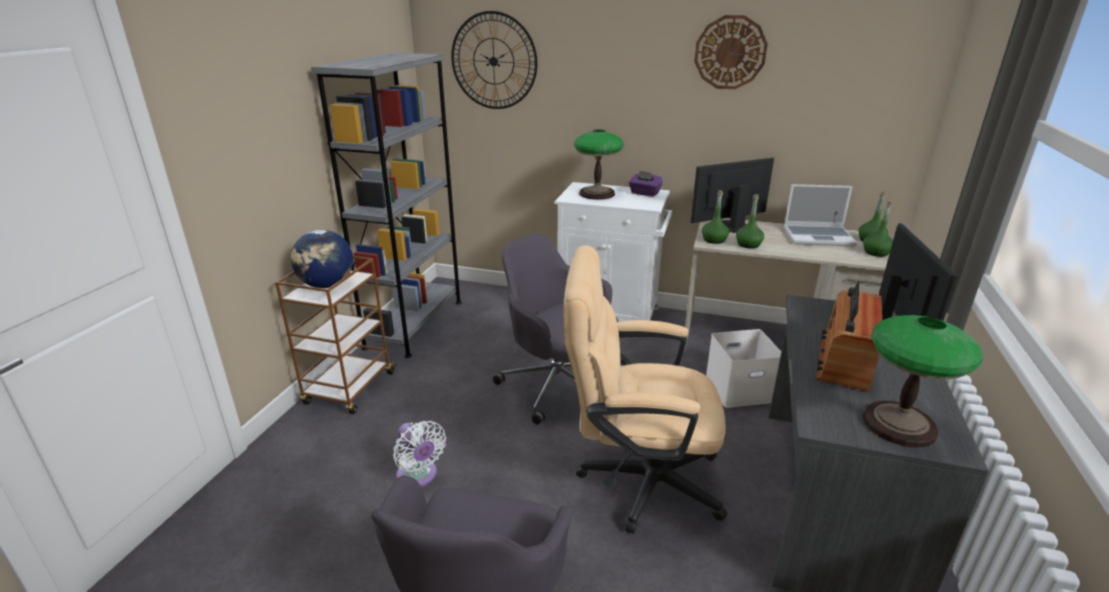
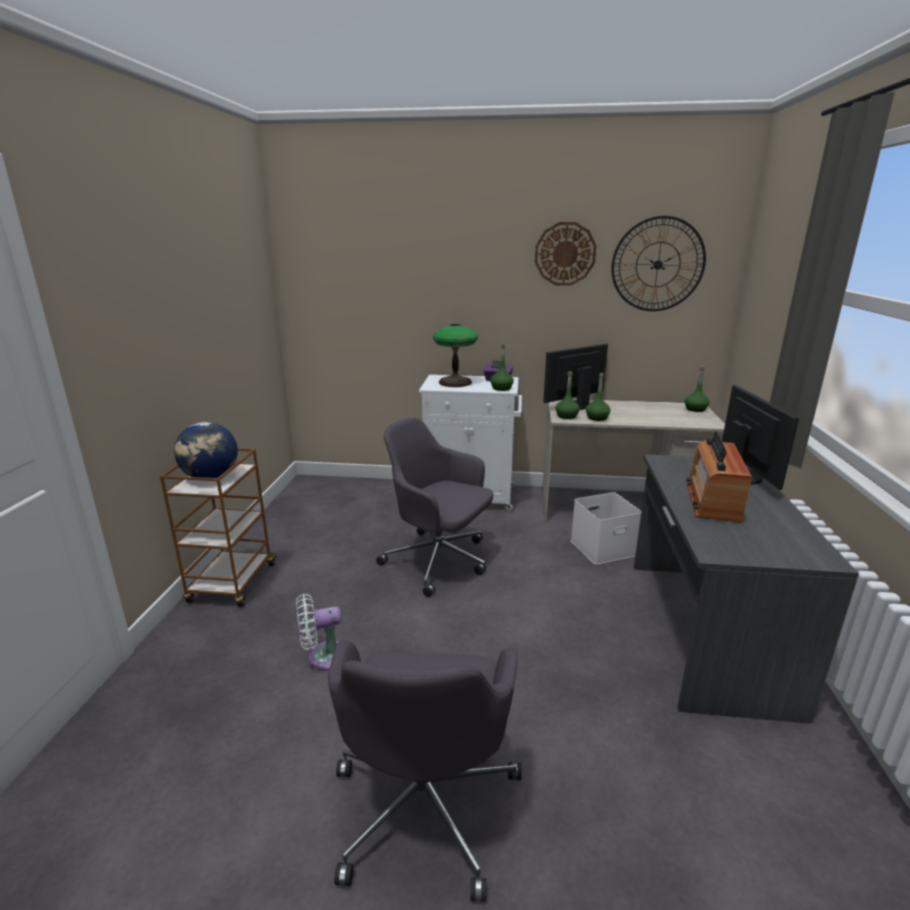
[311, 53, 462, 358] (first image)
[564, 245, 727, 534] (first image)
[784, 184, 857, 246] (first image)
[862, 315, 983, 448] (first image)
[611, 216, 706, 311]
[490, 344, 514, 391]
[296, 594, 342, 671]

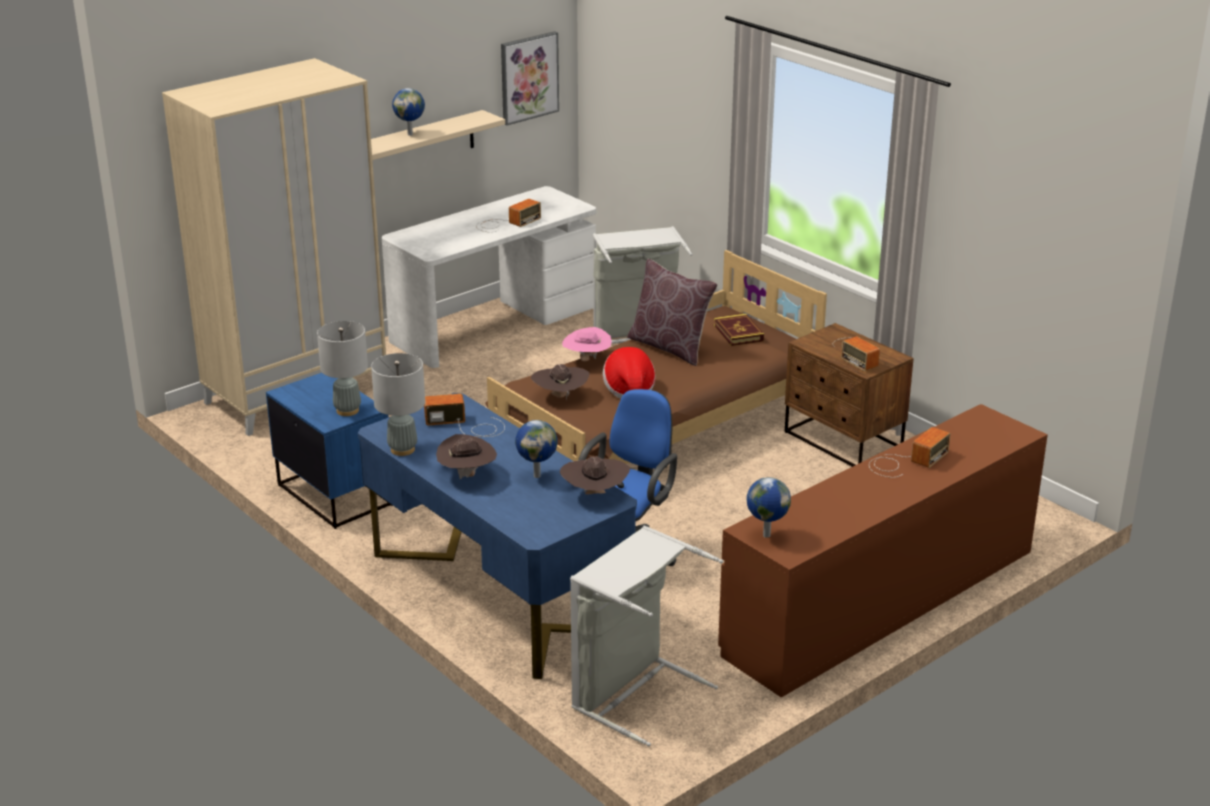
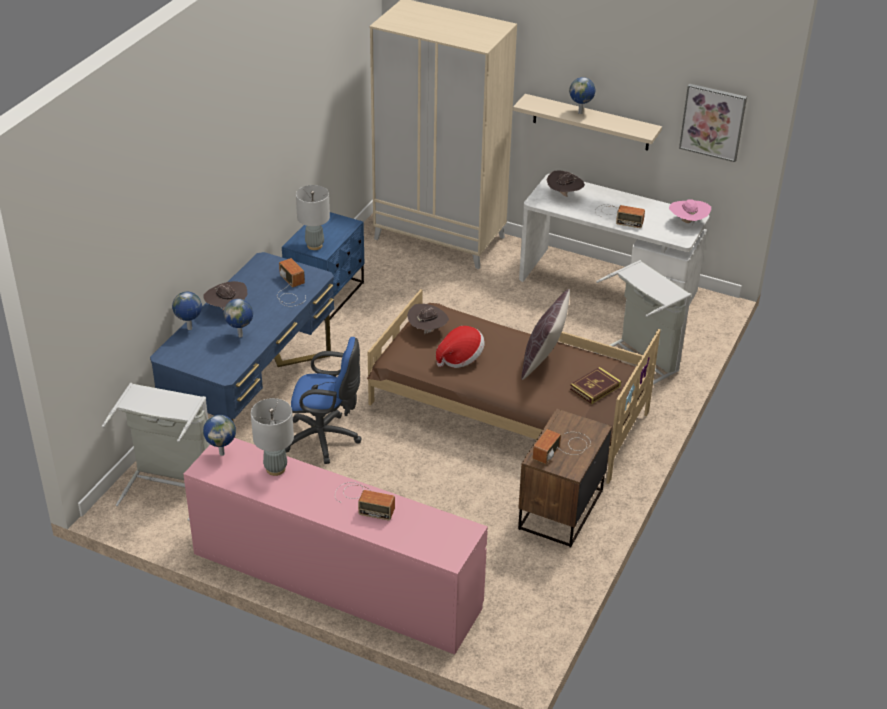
[172, 292, 202, 330]
[251, 398, 294, 476]
[547, 170, 585, 197]
[669, 199, 711, 226]
[183, 438, 488, 655]

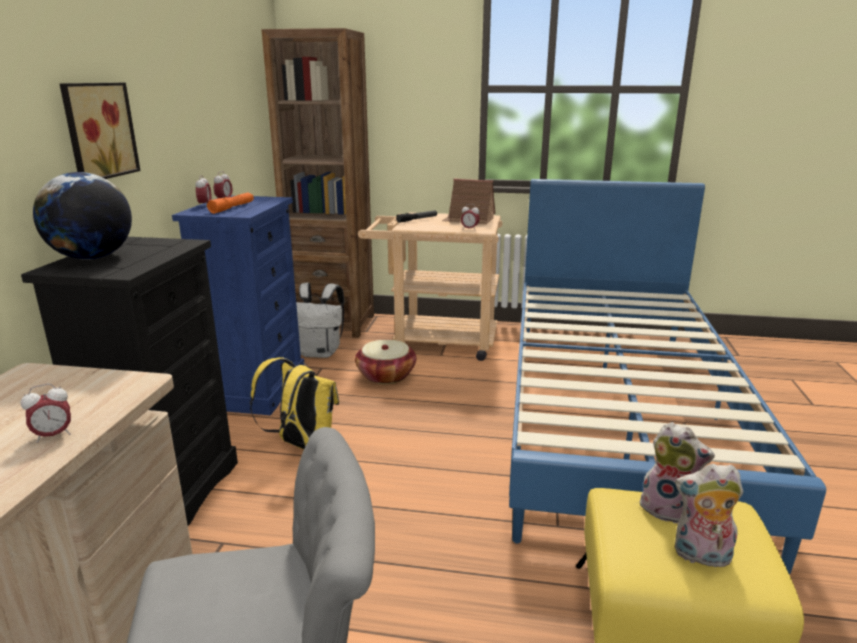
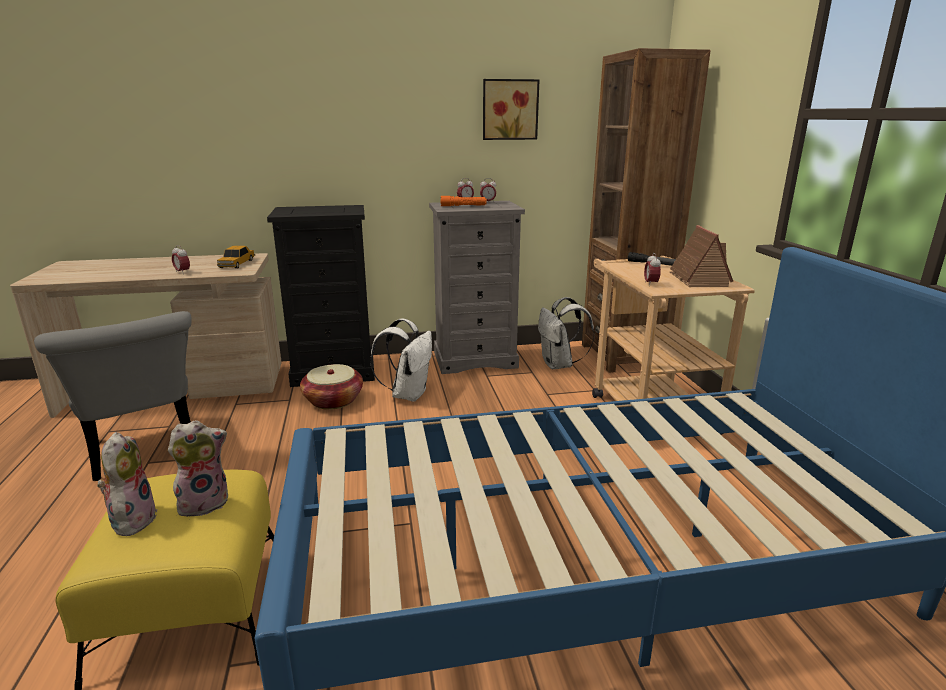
[33, 172, 132, 260] (first image)
[217, 246, 255, 268]
[483, 79, 539, 140]
[300, 364, 363, 409]
[429, 201, 525, 374]
[370, 319, 432, 402]
[168, 420, 228, 517]

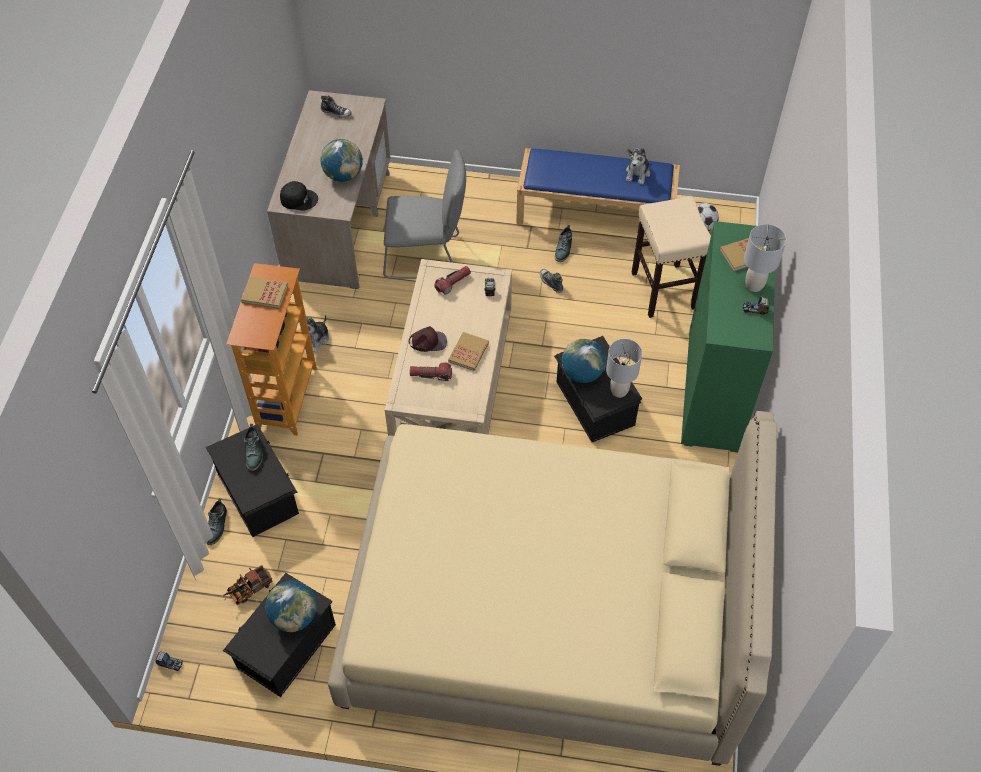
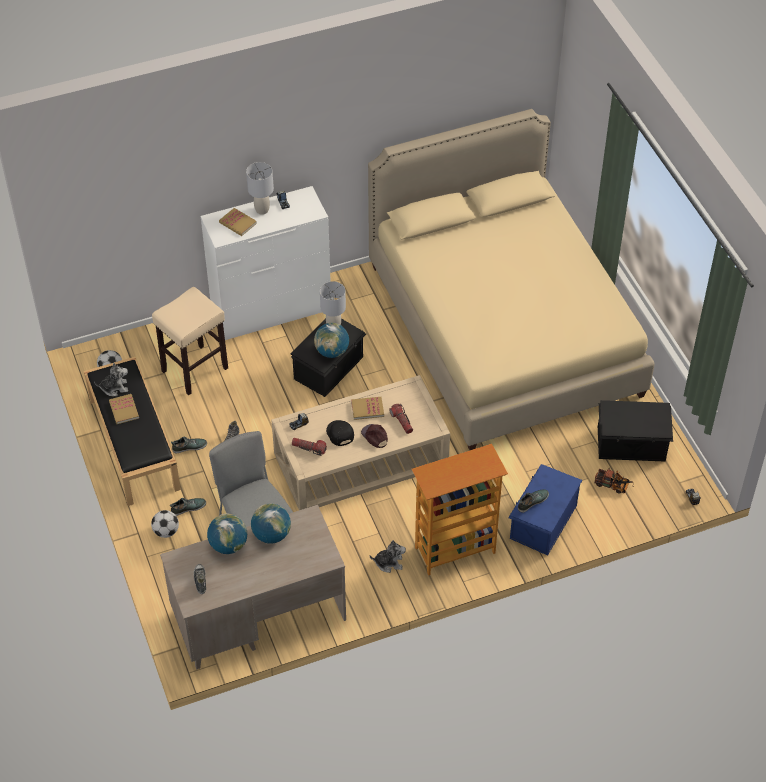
[151, 510, 179, 538]
[170, 498, 206, 516]
[109, 394, 139, 424]
[207, 513, 247, 554]
[326, 420, 354, 446]
[508, 464, 582, 555]
[84, 357, 181, 506]
[201, 186, 331, 340]

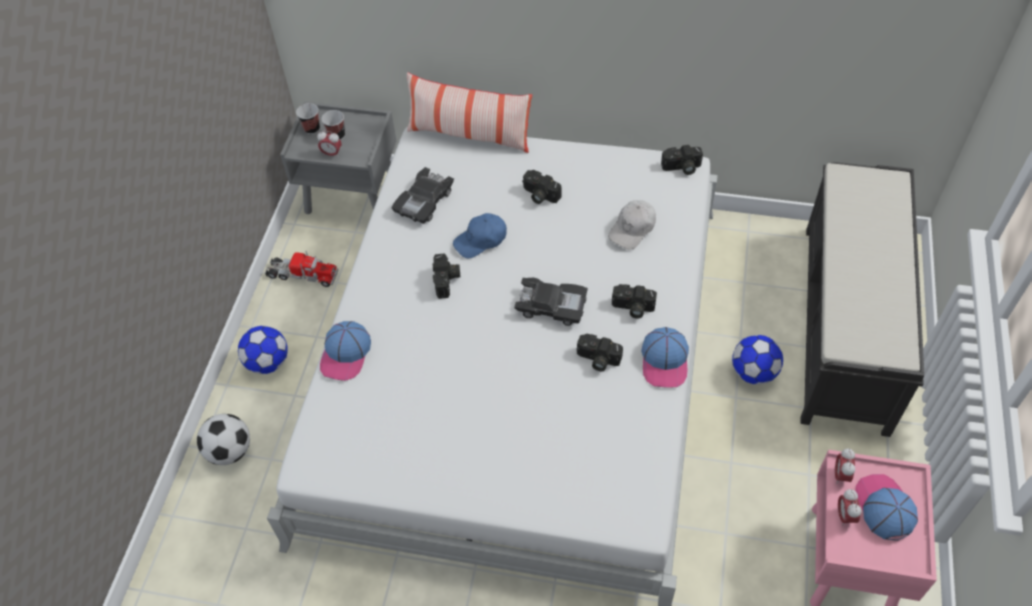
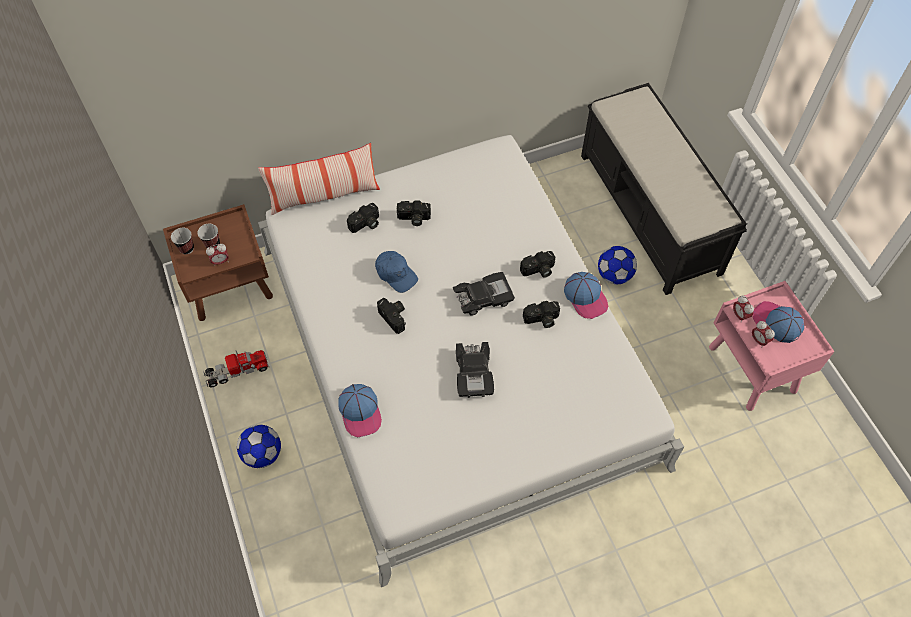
[197, 414, 250, 465] (first image)
[608, 200, 656, 249] (first image)
[456, 342, 494, 398]
[347, 203, 379, 233]
[163, 204, 273, 321]
[375, 251, 418, 293]

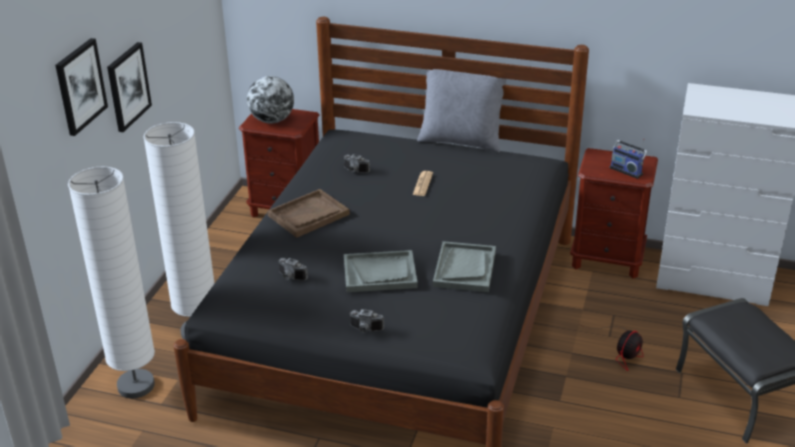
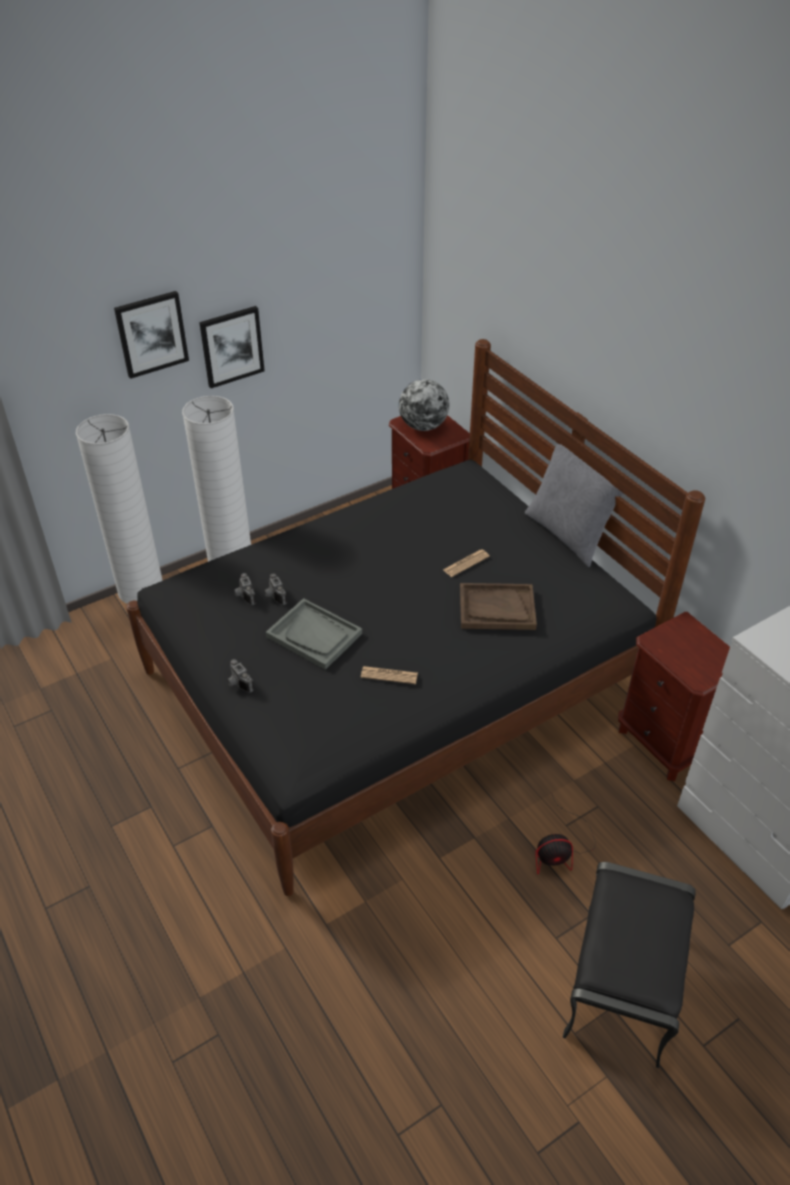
[610, 138, 647, 179] (first image)
[460, 583, 537, 630]
[264, 573, 287, 605]
[361, 666, 418, 684]

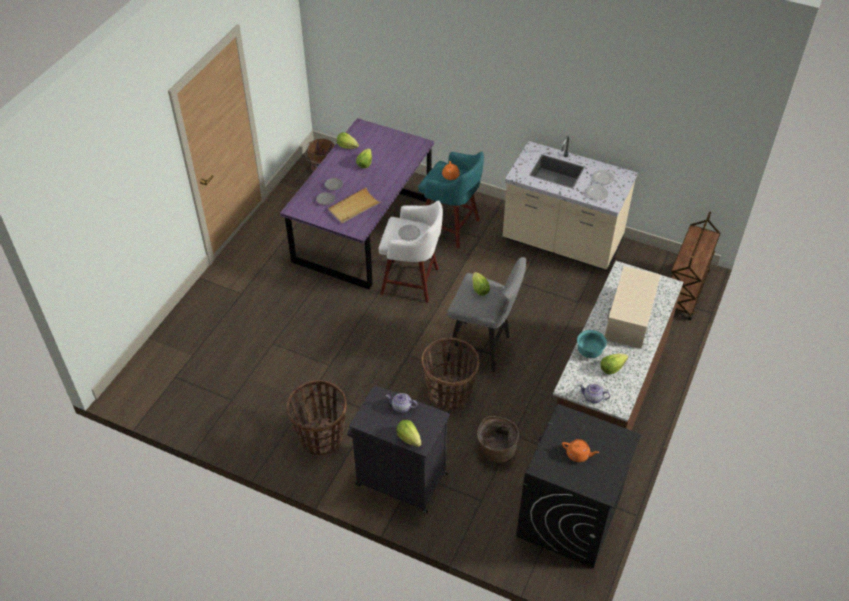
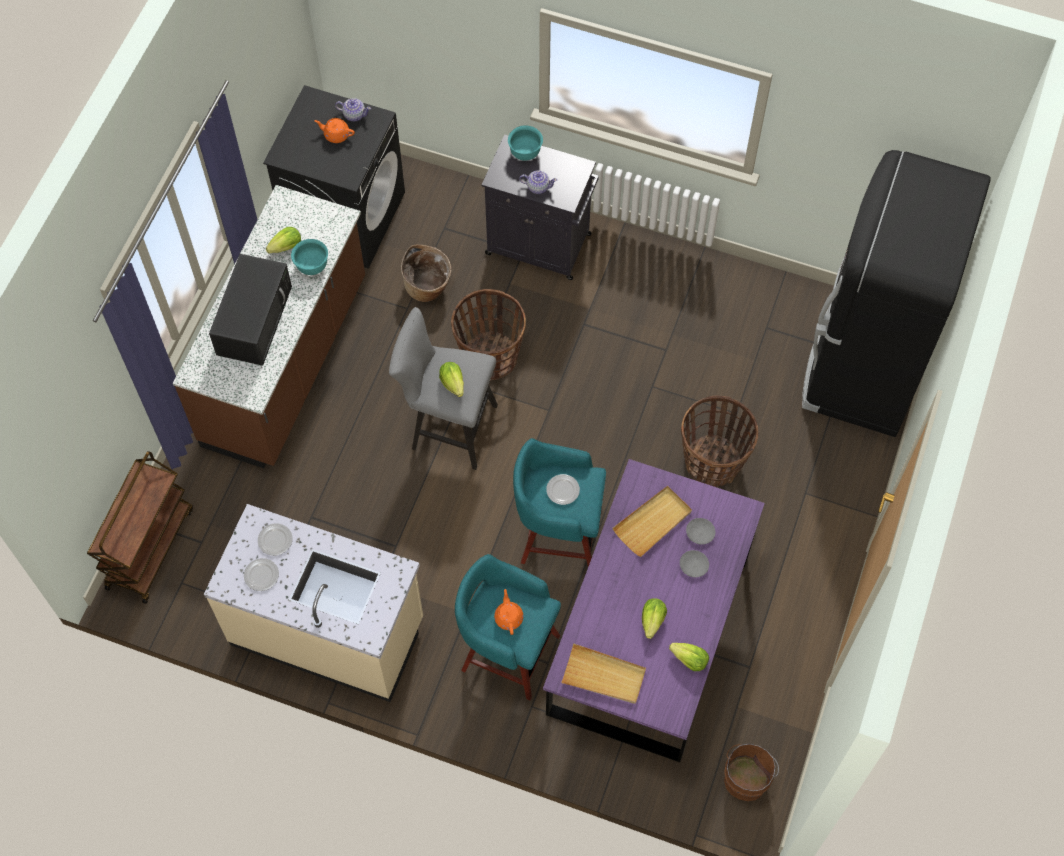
[561, 643, 646, 704]
[802, 150, 991, 437]
[681, 396, 758, 487]
[335, 98, 371, 122]
[508, 125, 543, 161]
[513, 438, 606, 567]
[209, 254, 292, 366]

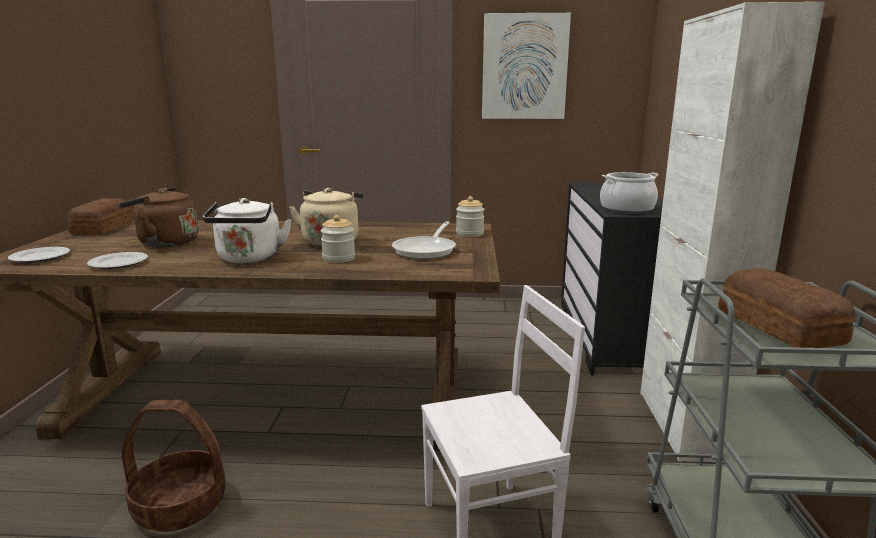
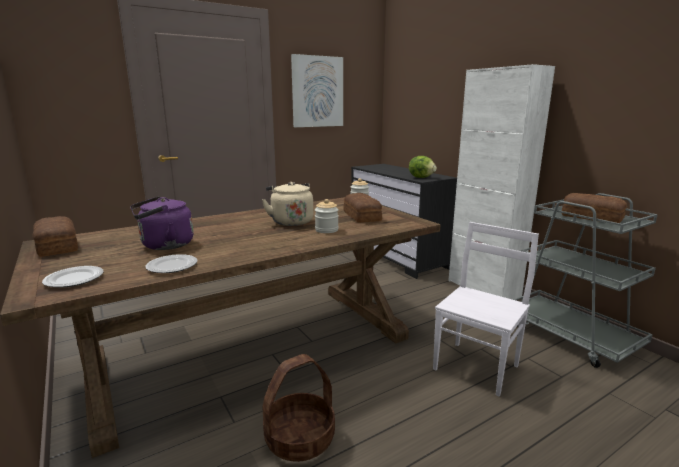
[203, 198, 291, 263] (first image)
[343, 193, 382, 223]
[409, 156, 437, 178]
[130, 196, 194, 250]

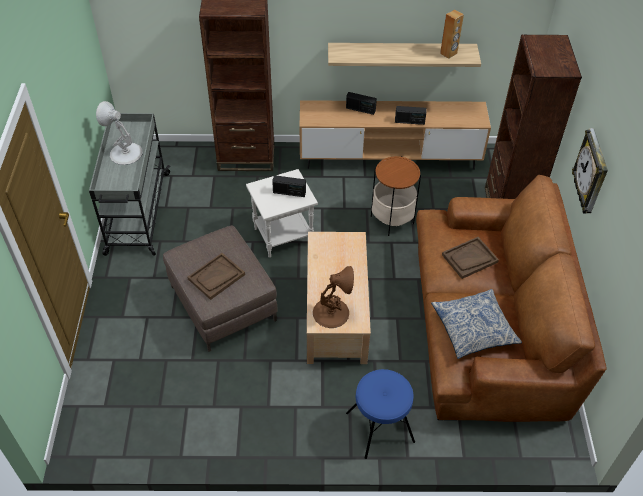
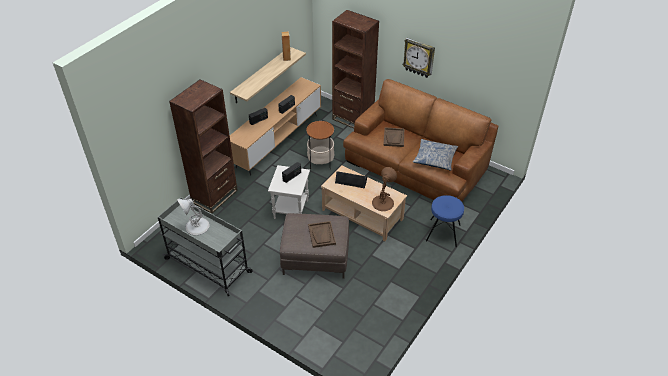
[335, 171, 367, 189]

